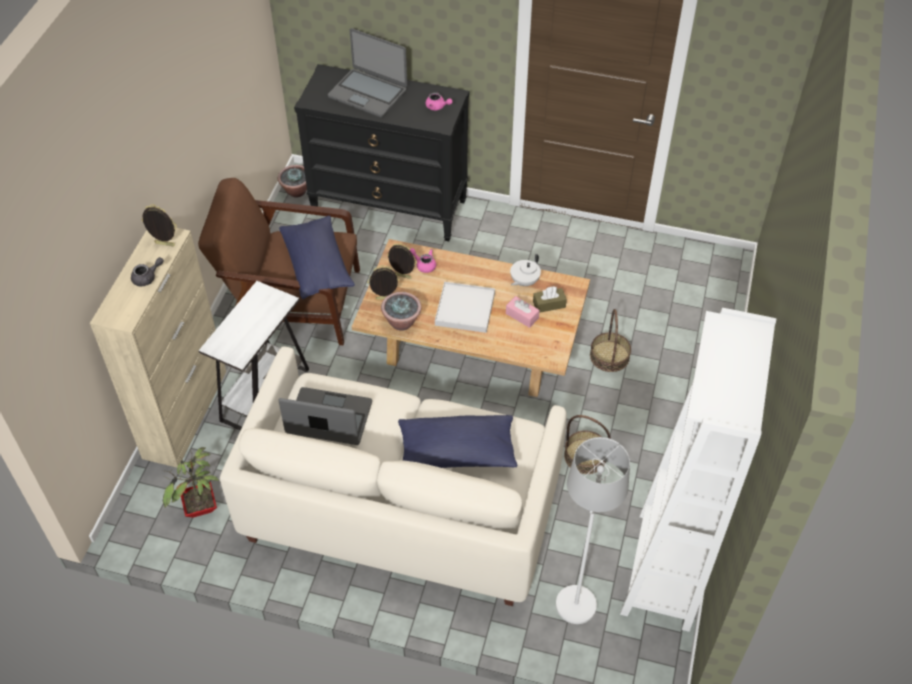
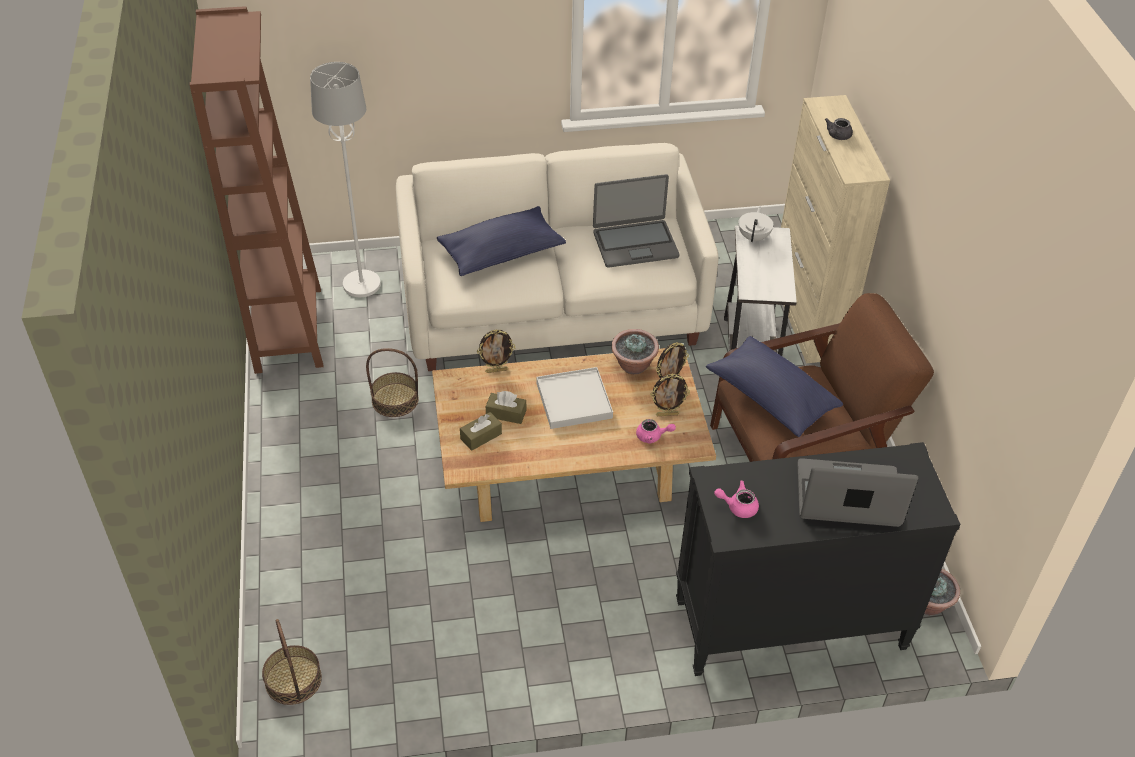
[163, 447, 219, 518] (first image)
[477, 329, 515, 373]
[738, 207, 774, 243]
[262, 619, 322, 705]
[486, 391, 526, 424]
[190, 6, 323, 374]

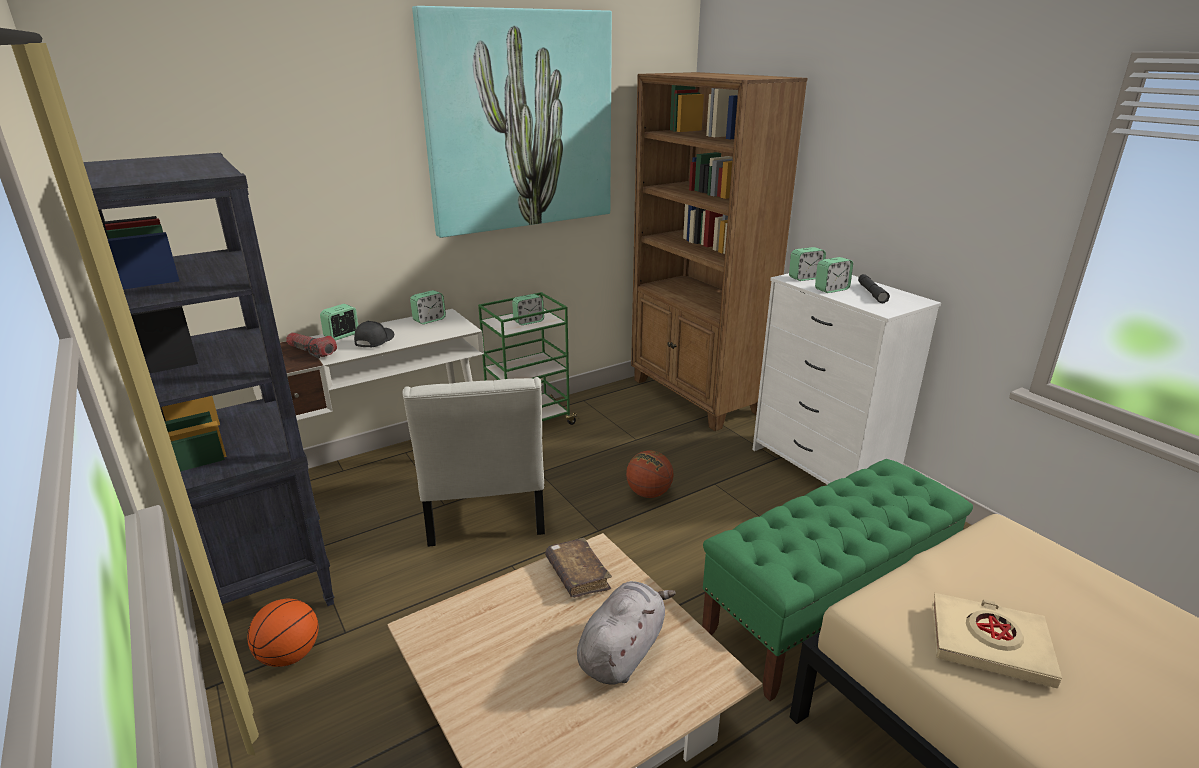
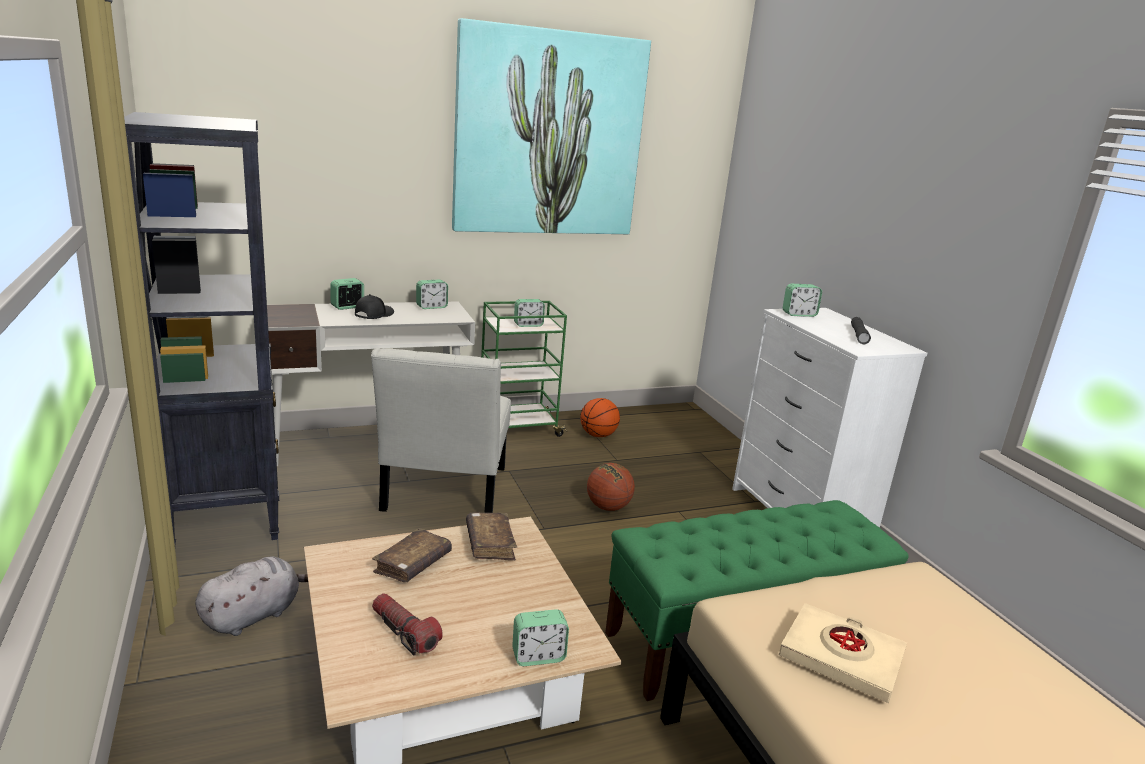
[631, 72, 808, 431] (first image)
[372, 528, 452, 582]
[580, 398, 620, 437]
[372, 593, 443, 655]
[195, 557, 308, 636]
[512, 609, 569, 666]

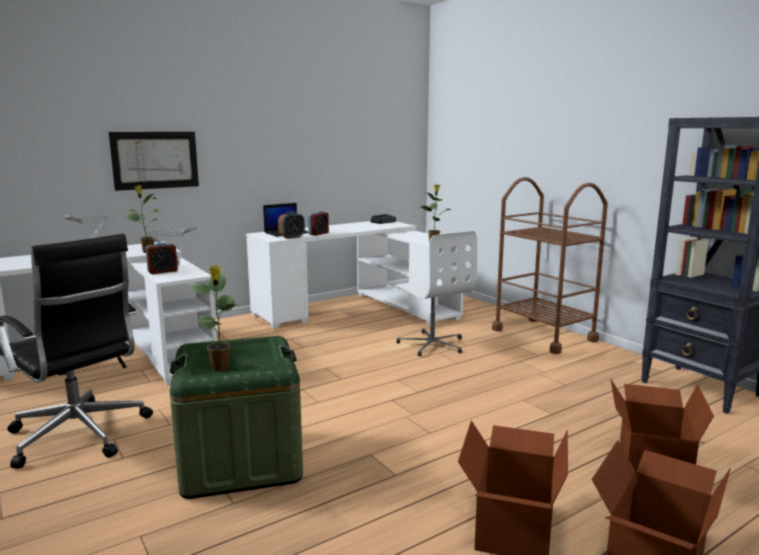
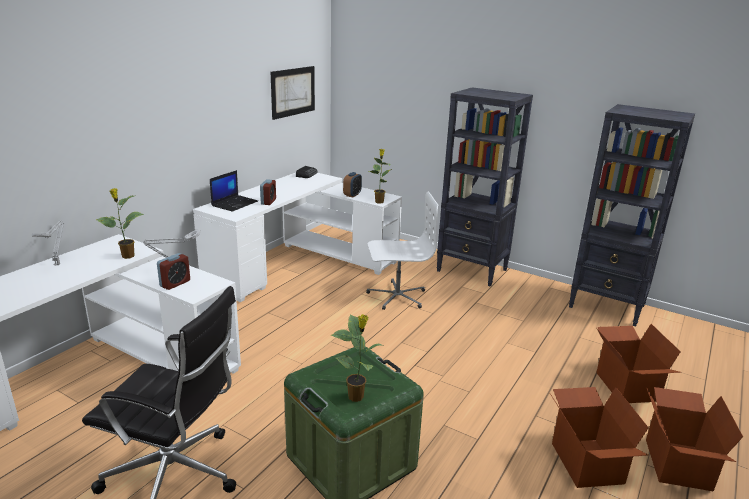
[271, 66, 315, 120]
[343, 172, 362, 197]
[437, 87, 533, 287]
[366, 192, 438, 310]

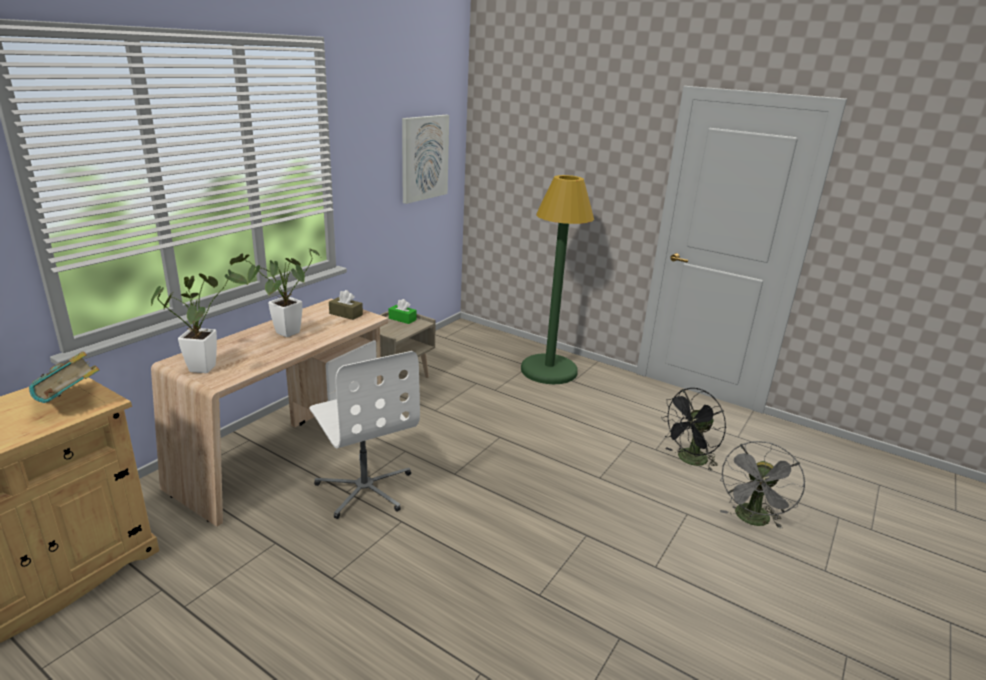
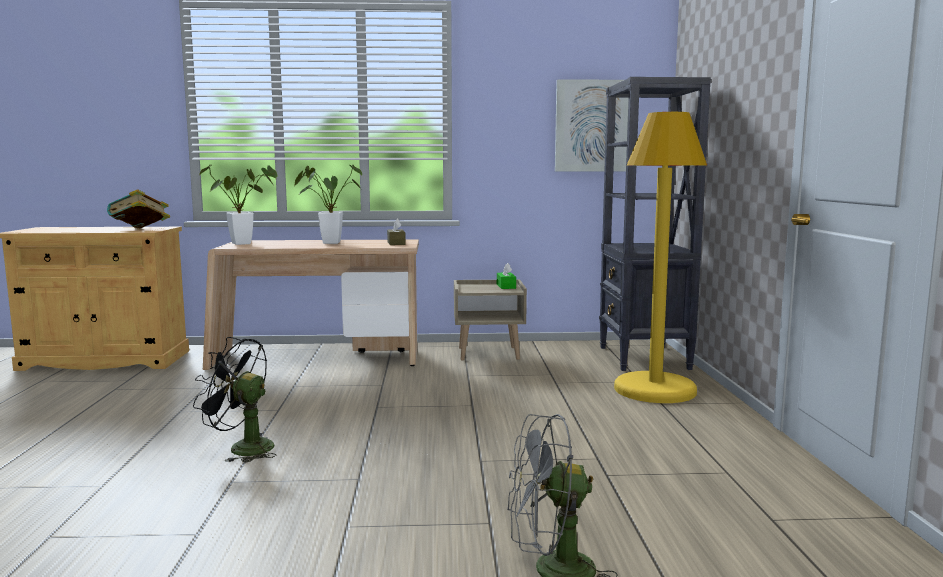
[309, 351, 420, 519] (first image)
[599, 77, 711, 371]
[193, 337, 277, 463]
[614, 112, 707, 403]

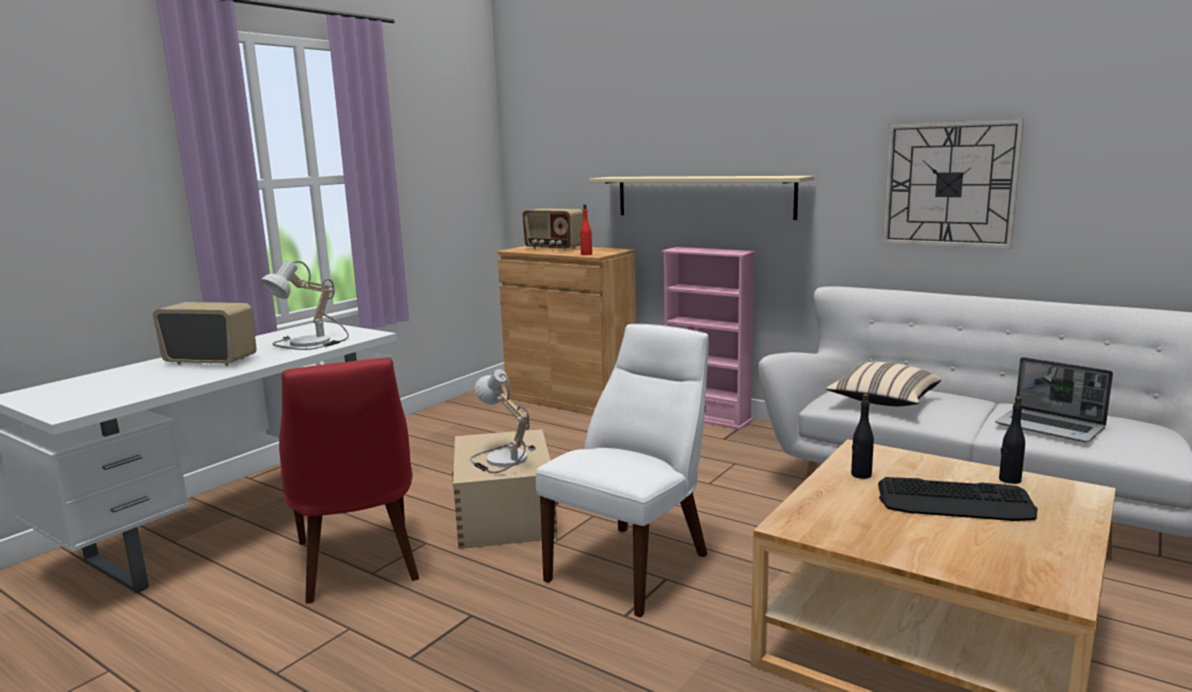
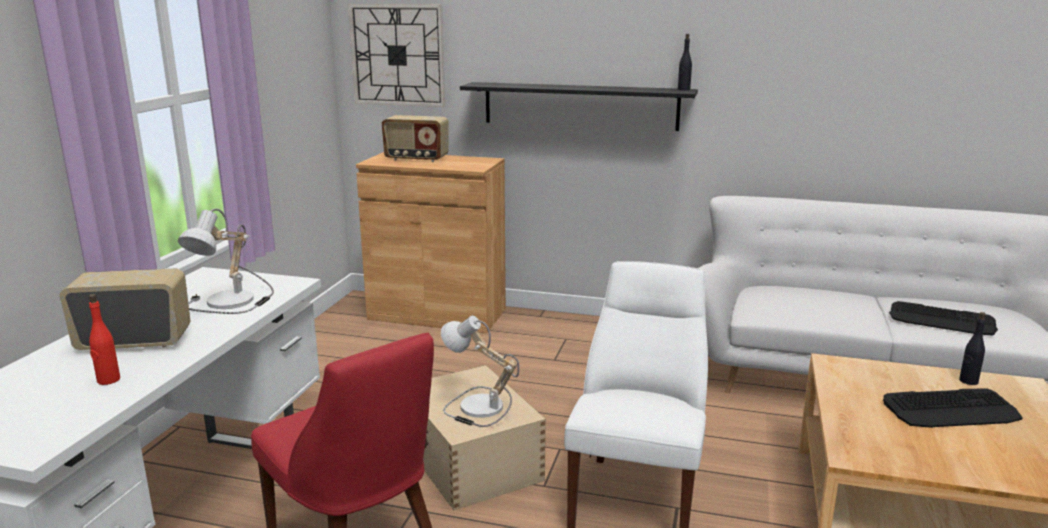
[662, 247, 756, 430] (first image)
[826, 362, 941, 406] (first image)
[89, 294, 120, 385]
[678, 34, 692, 90]
[348, 4, 445, 107]
[889, 301, 998, 336]
[460, 82, 698, 131]

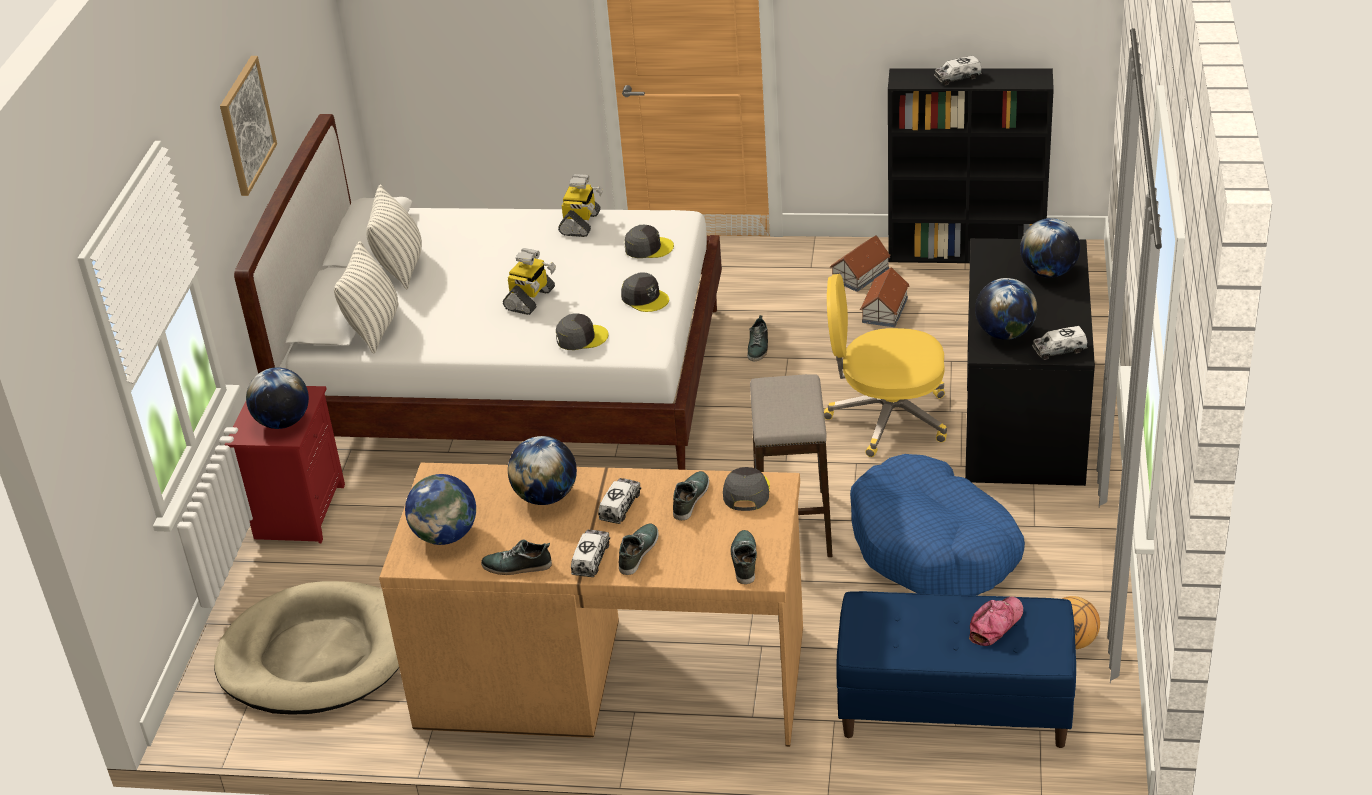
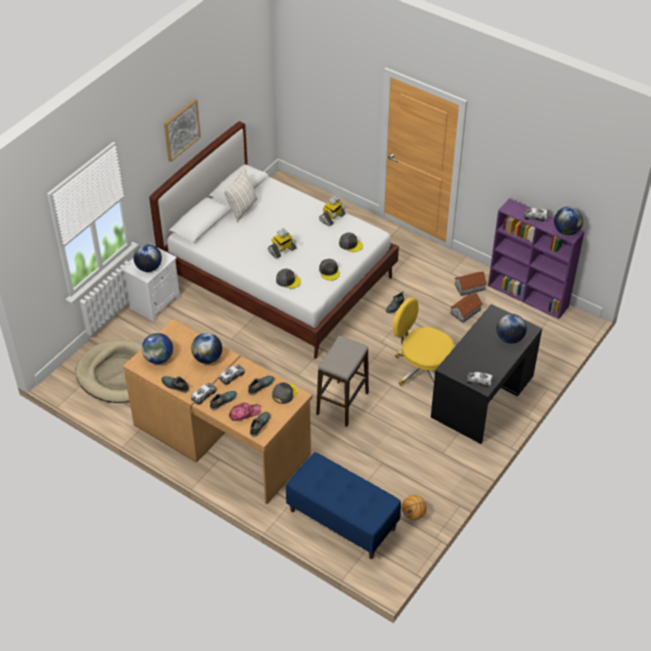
[334, 241, 399, 354] (first image)
[850, 454, 1025, 596] (first image)
[229, 402, 261, 421]
[554, 206, 583, 235]
[121, 244, 180, 323]
[488, 198, 585, 319]

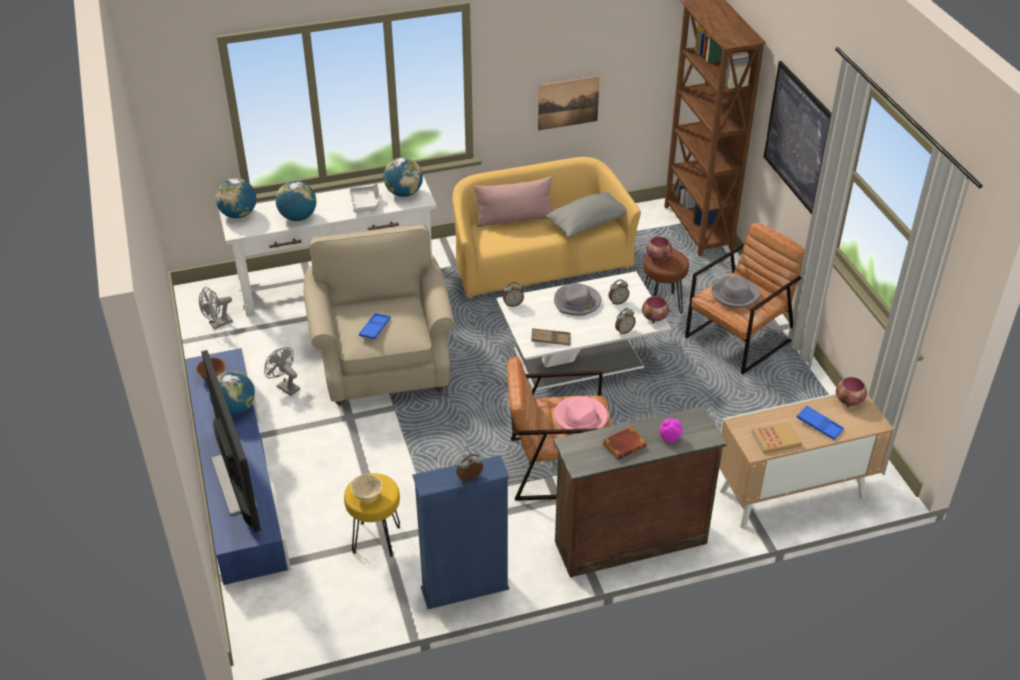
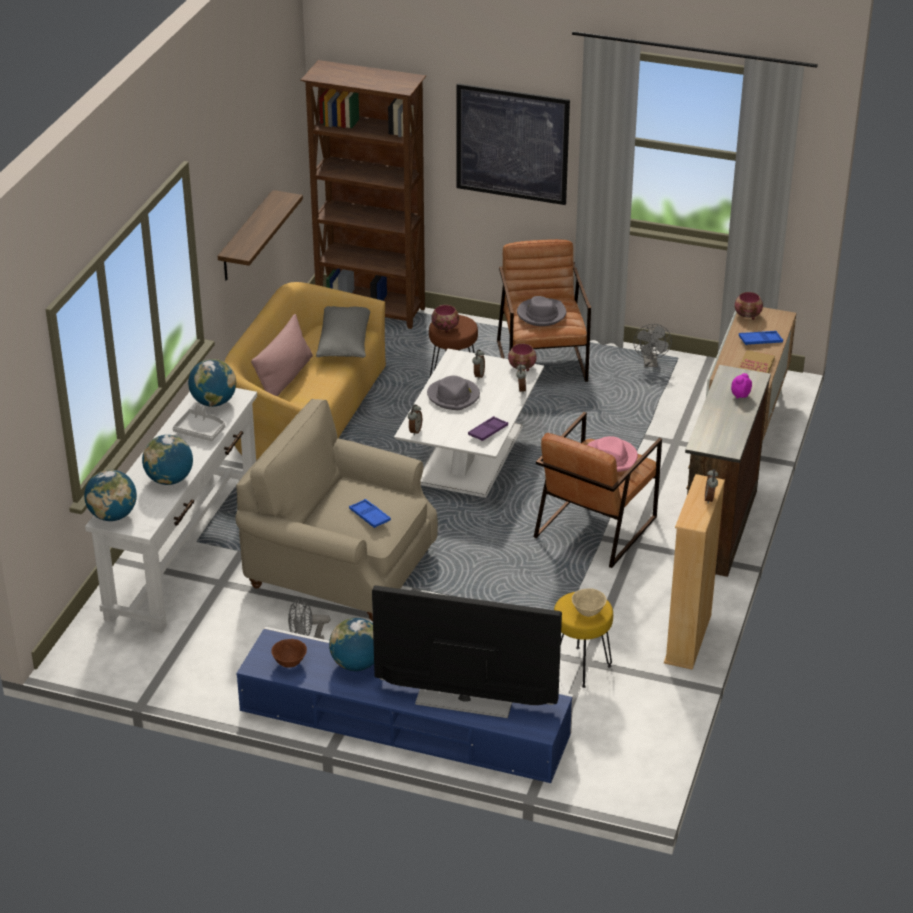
[603, 426, 647, 460] (first image)
[633, 324, 672, 367]
[218, 190, 303, 280]
[664, 474, 725, 670]
[468, 416, 508, 441]

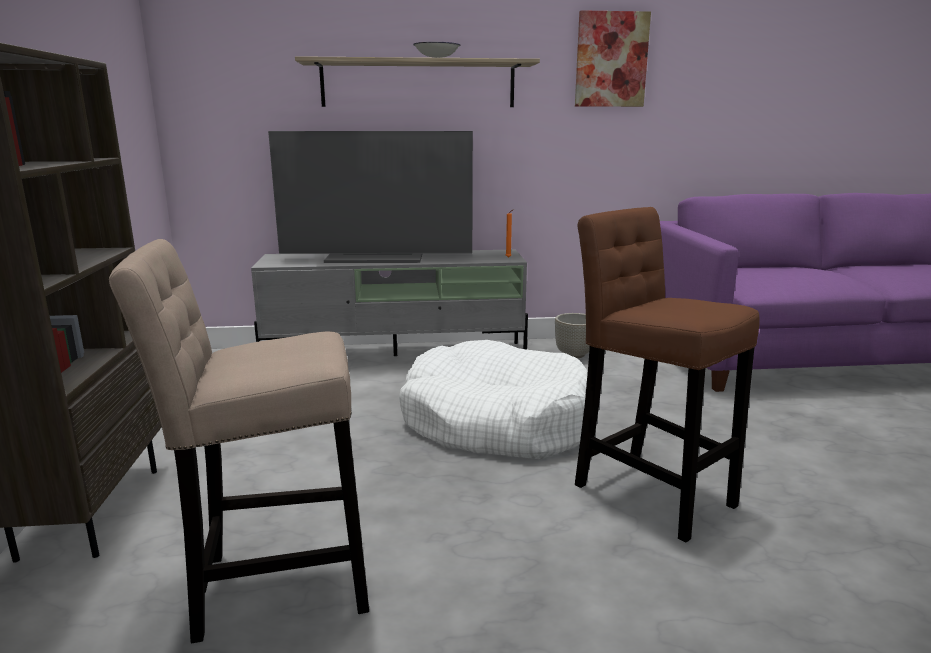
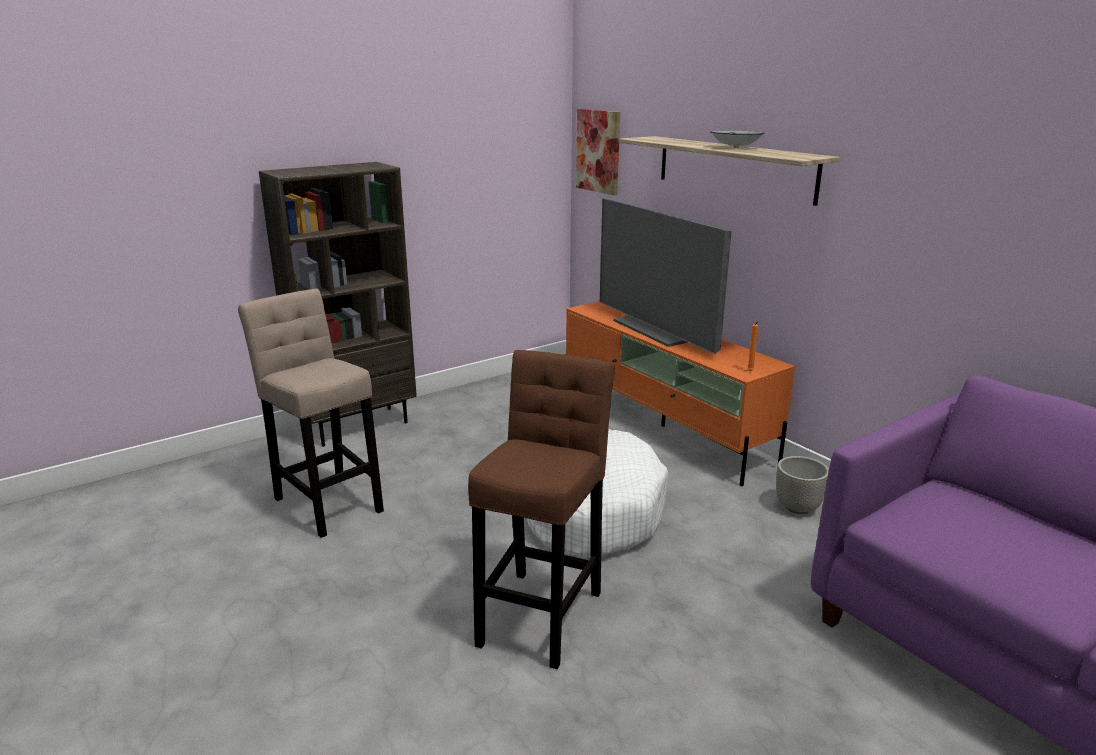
[576, 109, 620, 195]
[566, 301, 795, 486]

